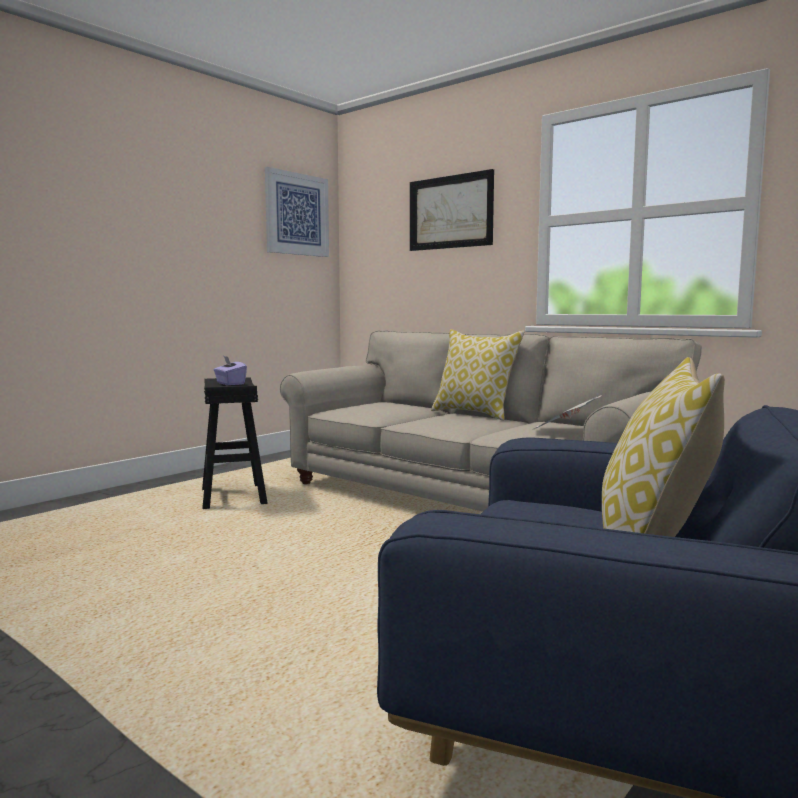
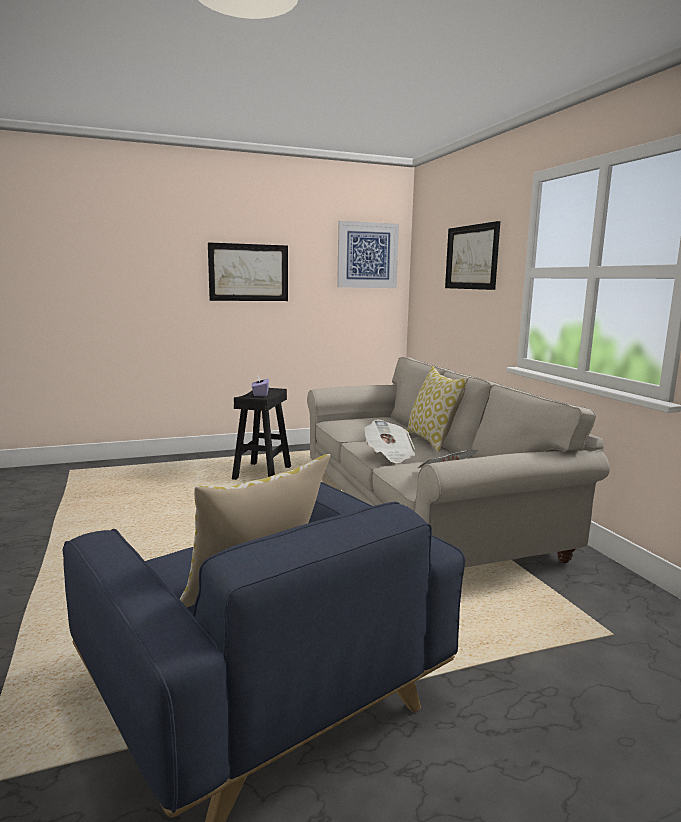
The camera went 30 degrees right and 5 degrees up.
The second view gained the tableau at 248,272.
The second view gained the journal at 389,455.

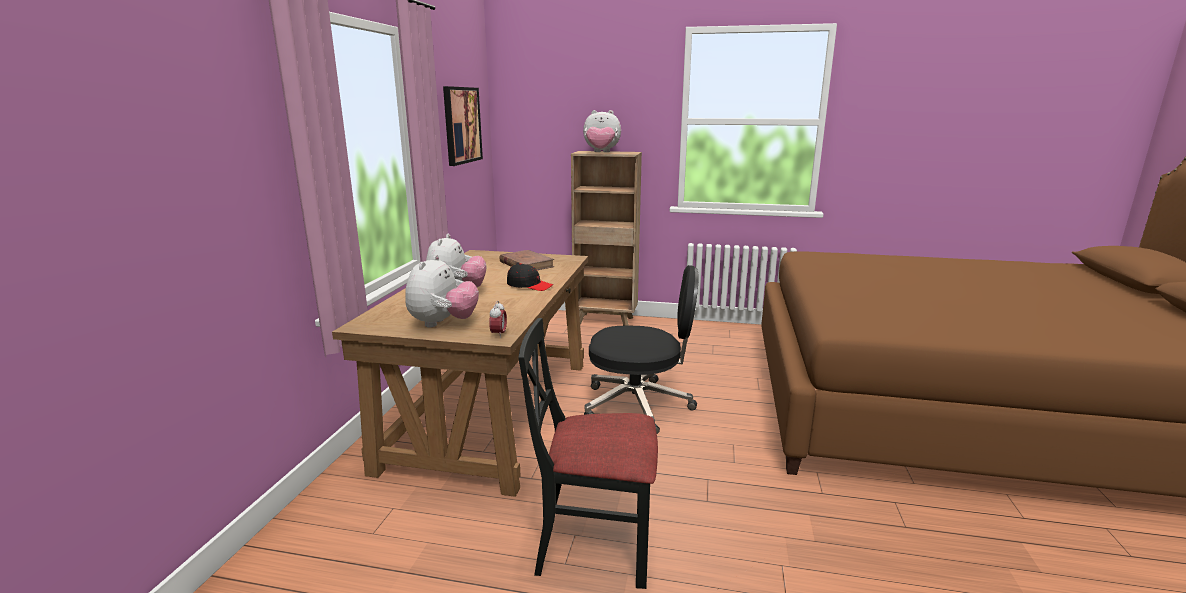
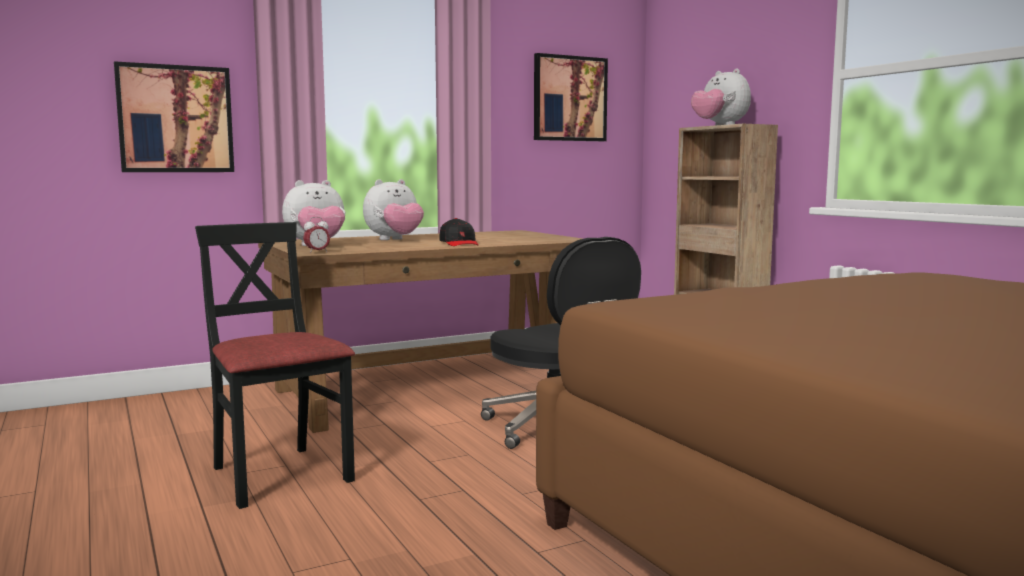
The camera went 50 degrees right and 10 degrees down.
The second view lost the livre (marron) at 526,264.
The second view gained the tableau at 175,119.

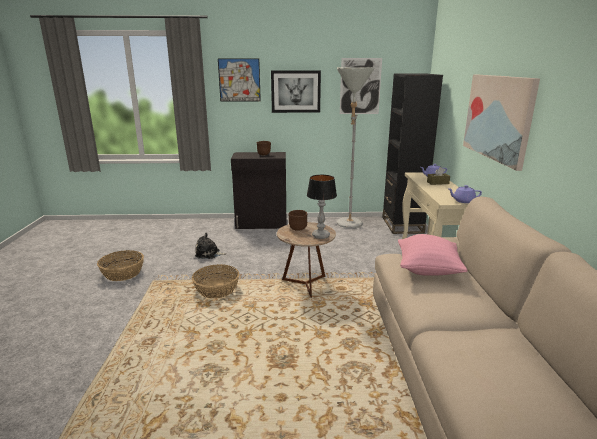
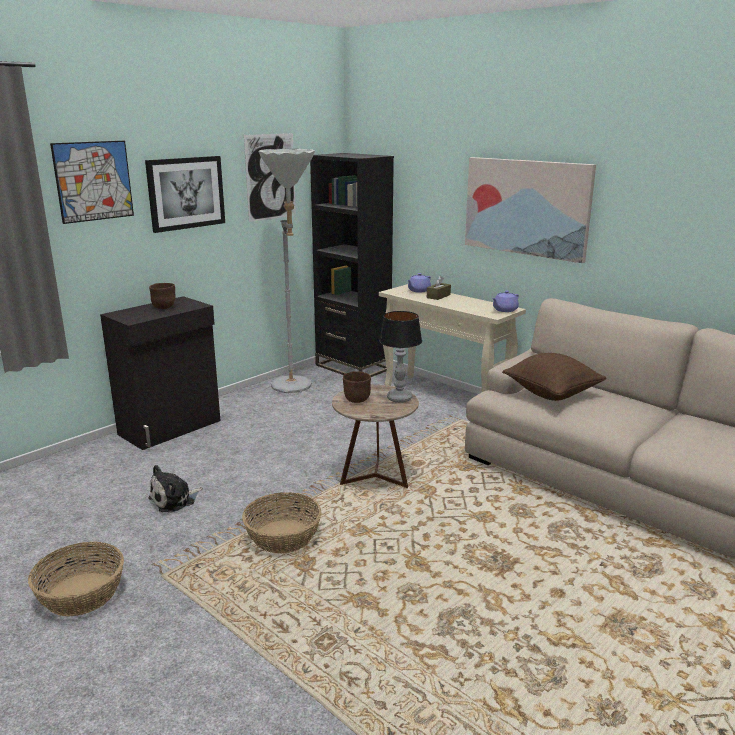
The camera went 45 degrees left and 0 degrees up.
What was the coussin (rose) at 427,270 turned into the coussin (marron) at 551,394.

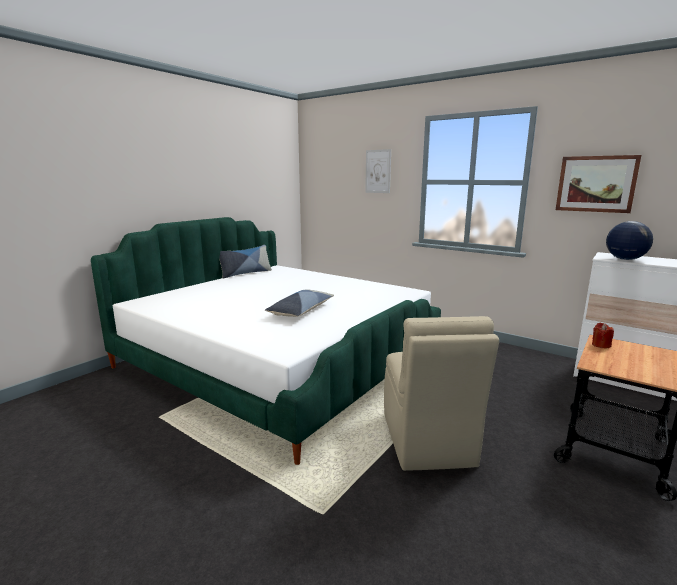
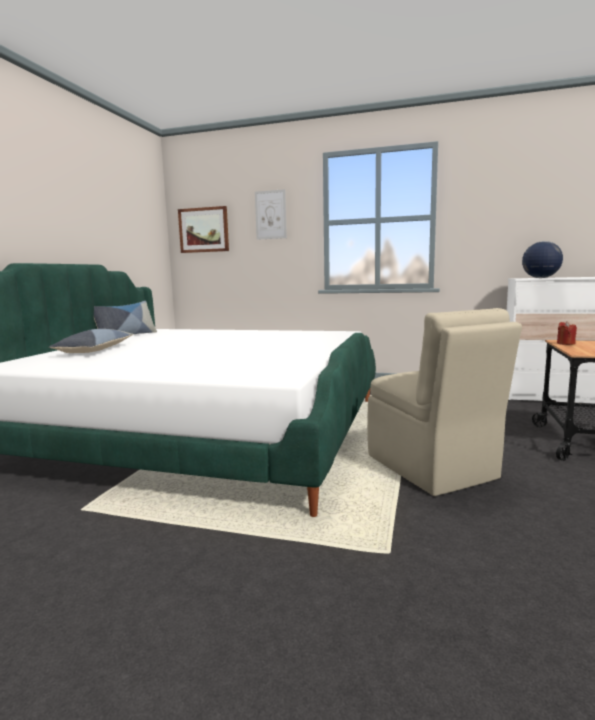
The camera went 20 degrees left and 5 degrees down.
The coussin ended up elsewhere, having gone from 301,310 to 95,350.
The tableau ended up elsewhere, having gone from 596,184 to 204,230.

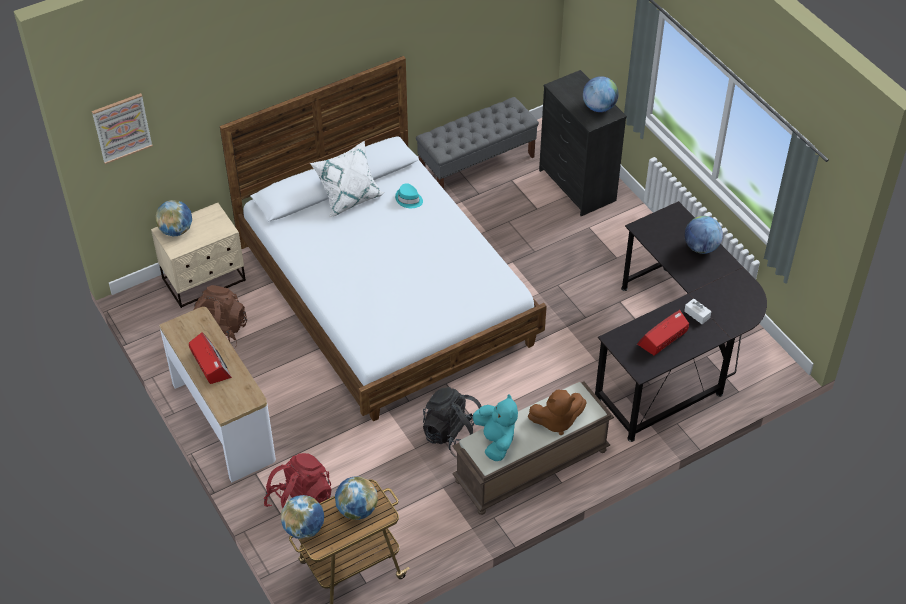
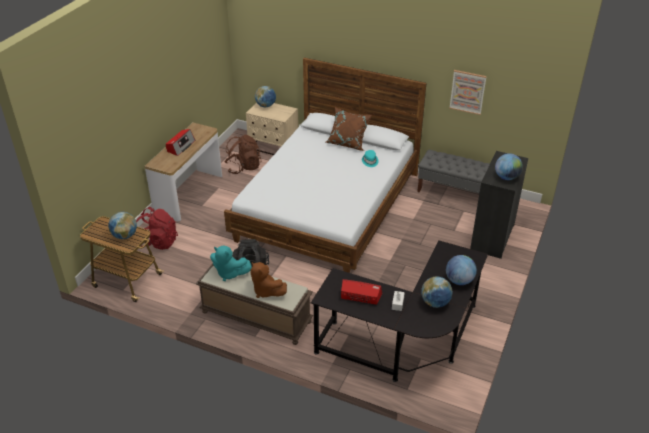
The camera went 55 degrees right and 10 degrees down.
The tableau ended up elsewhere, having gone from 122,128 to 467,92.
The globe ended up elsewhere, having gone from 304,528 to 435,303.
What was the coussin (blanc) at 349,197 turned into the coussin (marron) at 348,143.
The peluche (turquoise) at 496,441 ended up facing another way, 75 degrees clockwise from before.

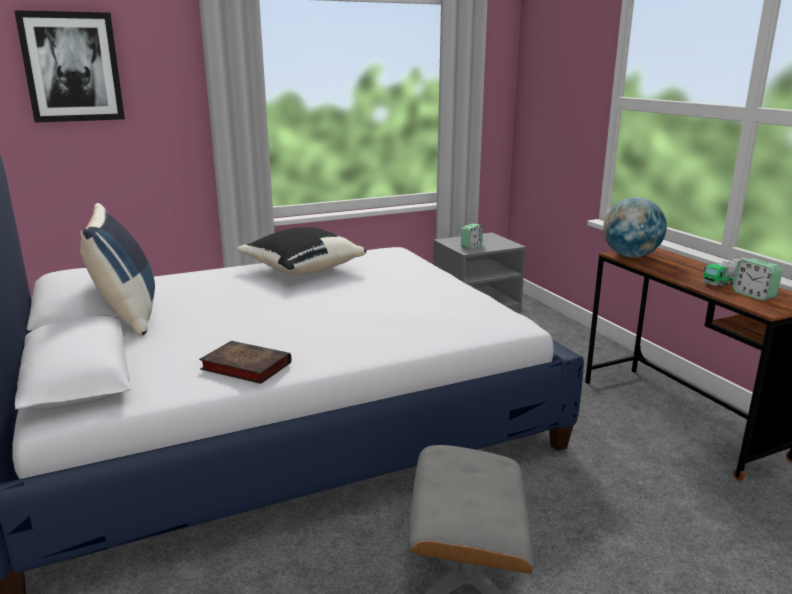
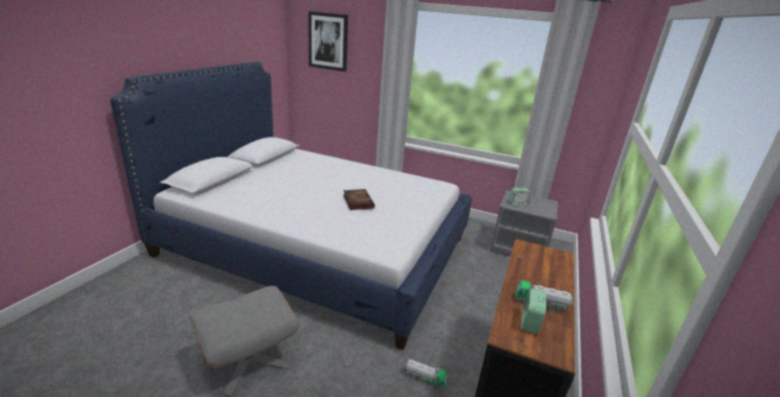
The camera went 45 degrees right and 5 degrees up.
The second view lost the coussin (bleu) at 127,316.
The livre ended up elsewhere, having gone from 243,366 to 357,201.
The second view lost the coussin (noir) at 301,269.
The second view lost the globe at 630,256.
The second view gained the camion jouet at 425,379.

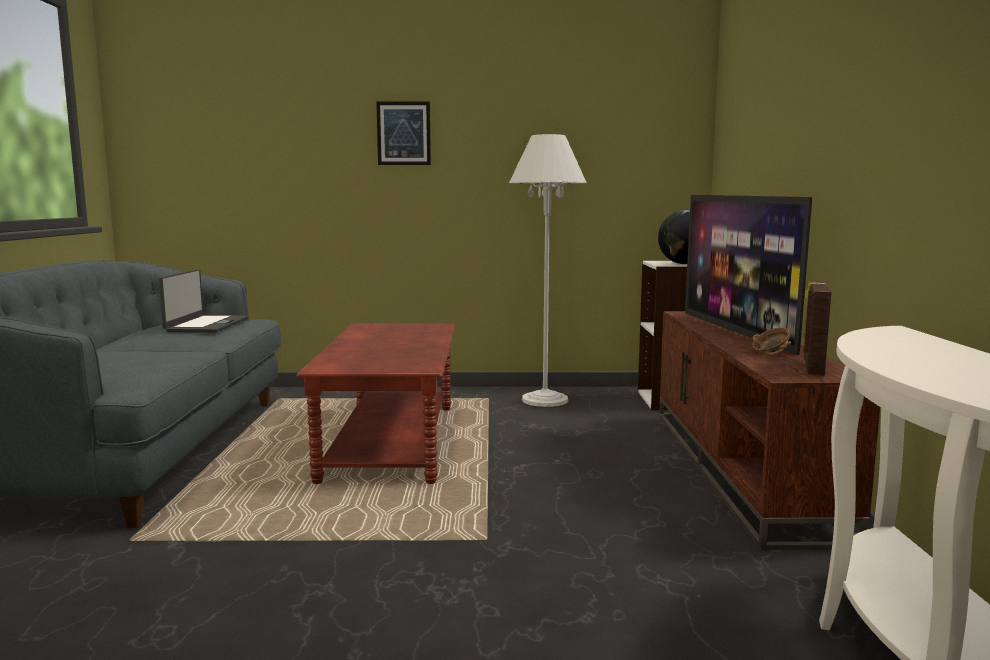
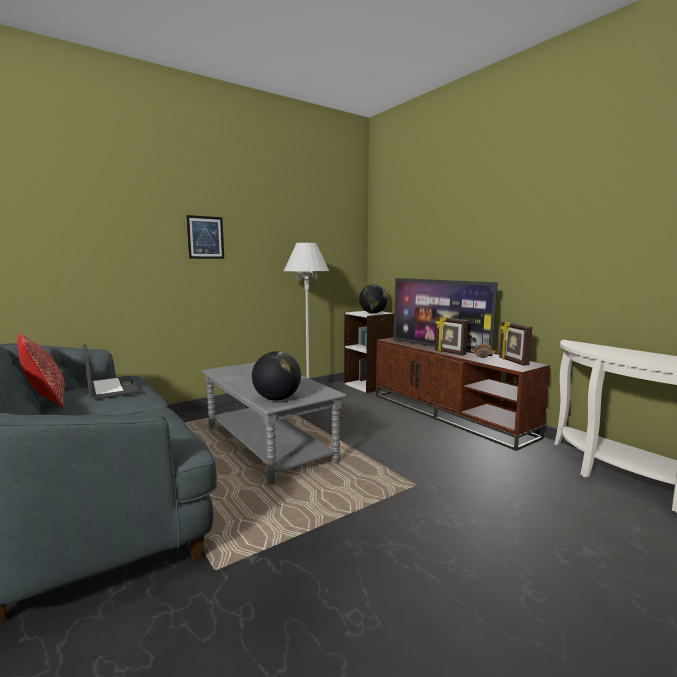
The camera went 35 degrees left and 0 degrees up.
What was the table basse (marron) at 391,441 turned into the table basse (gris) at 268,443.
The second view gained the coussin at 46,401.
The second view gained the globe at 277,399.
The second view gained the cadre photo at 449,352.

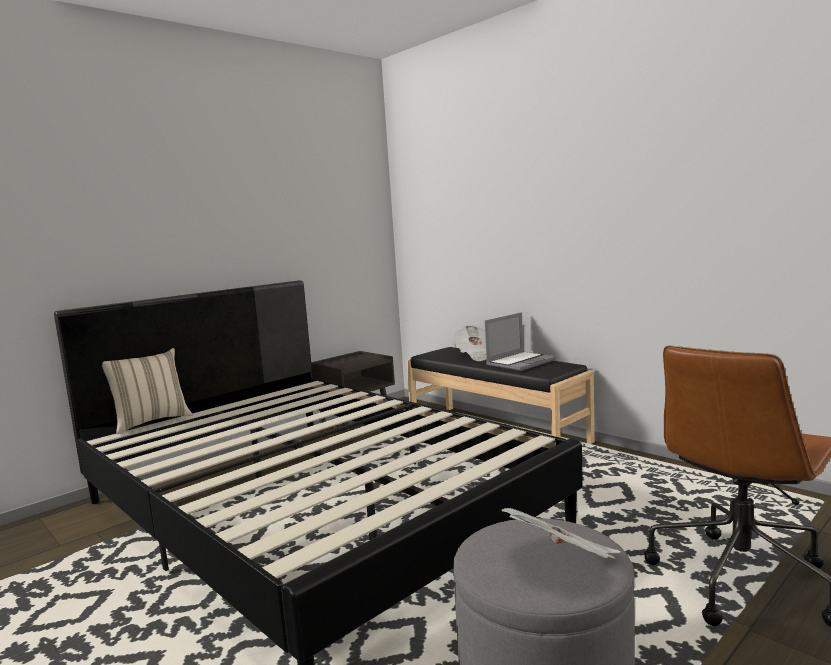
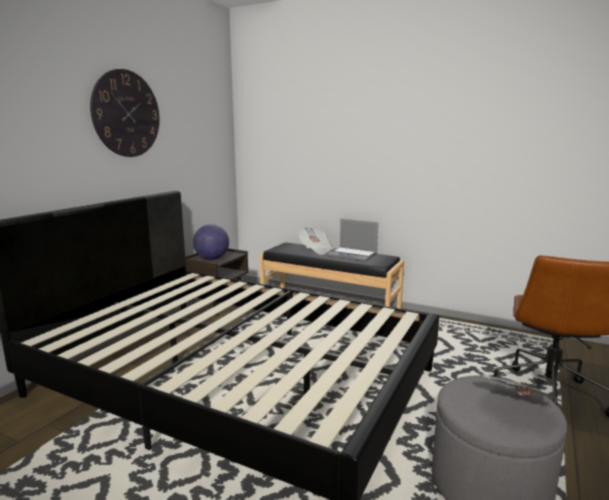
The camera went 20 degrees left and 5 degrees up.
The second view lost the coussin (beige) at 151,422.
The ordinateur portable at 520,362 ended up facing another way, 90 degrees clockwise from before.
The second view gained the horloge murale at 126,114.
The second view gained the globe at 212,259.

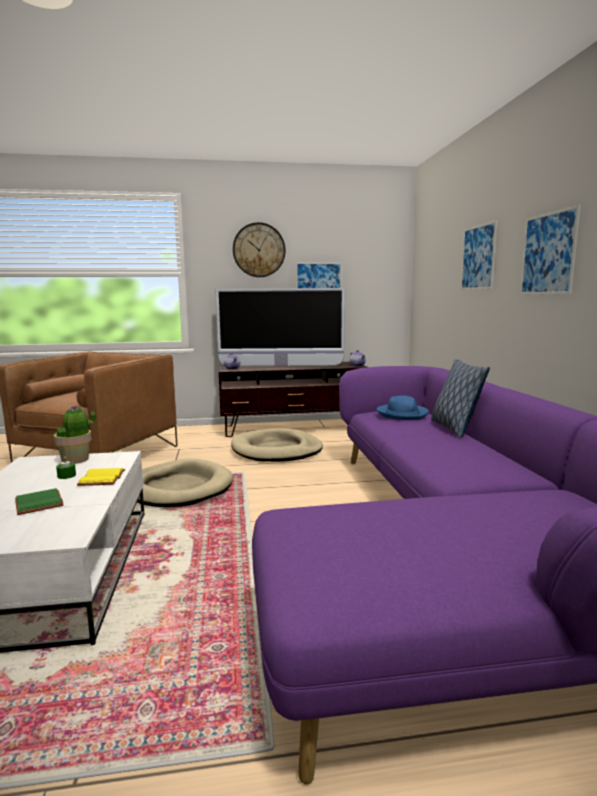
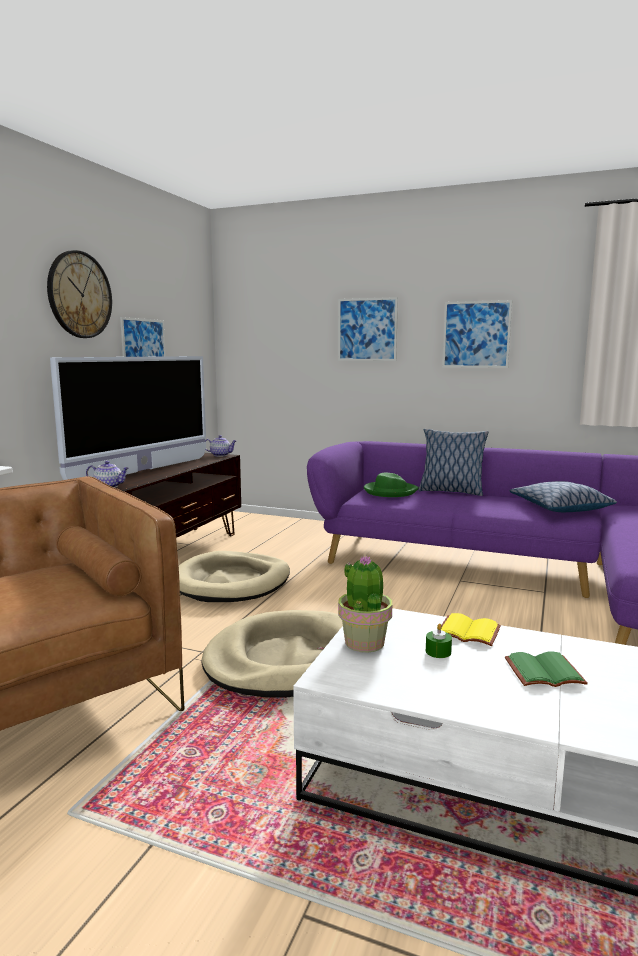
The camera went 60 degrees left and 0 degrees up.
What was the chapeau (bleu) at 402,414 turned into the chapeau (vert) at 390,491.
The second view gained the coussin at 559,508.

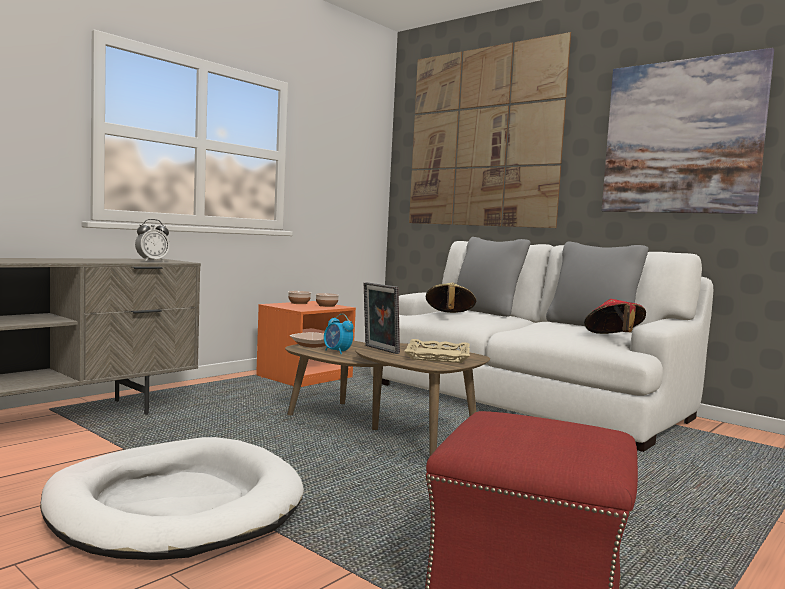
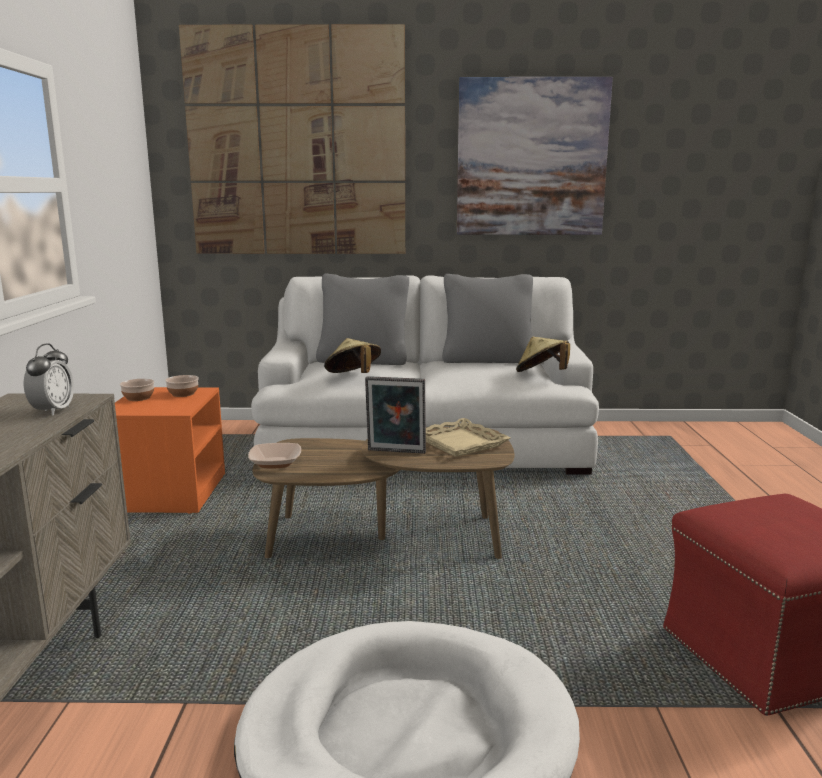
The camera went 40 degrees left and 10 degrees up.
The second view lost the réveil at 337,352.
What was the chapeau (rouge) at 613,337 turned into the chapeau (beige) at 541,374.

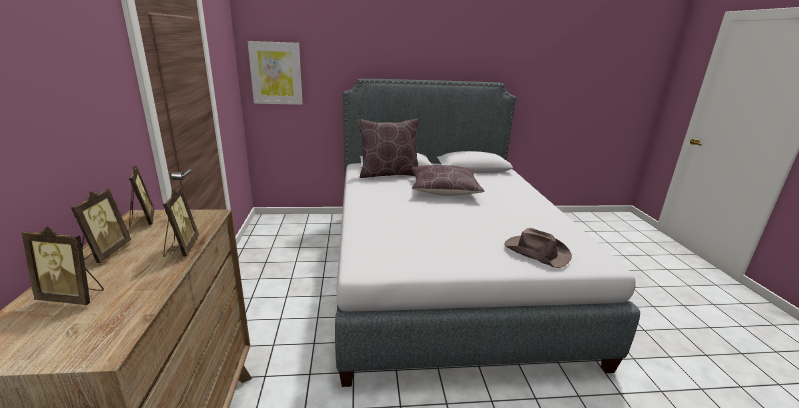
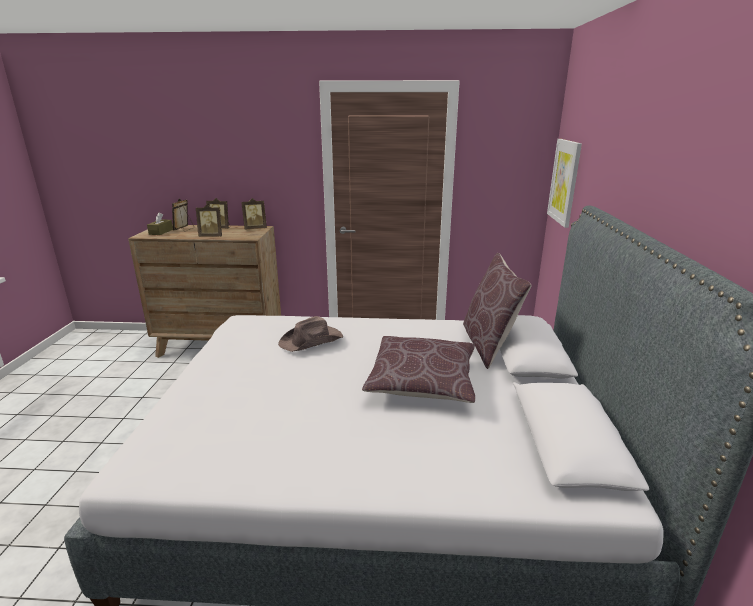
The camera went 100 degrees right and 0 degrees up.
The chapeau (marron) ended up elsewhere, having gone from 536,252 to 312,341.
The second view gained the boîte à mouchoirs (marron) at 161,232.

